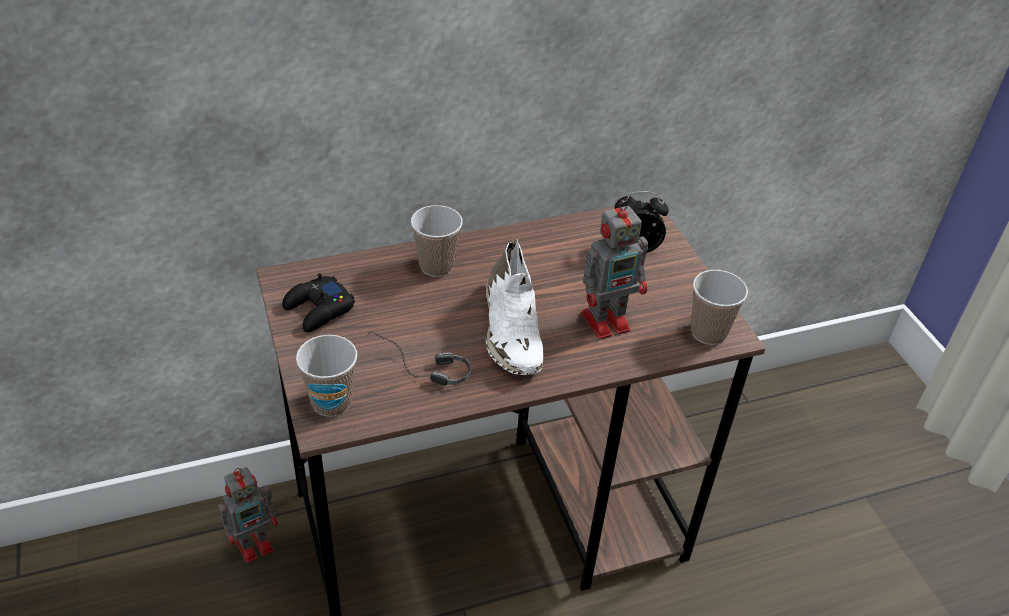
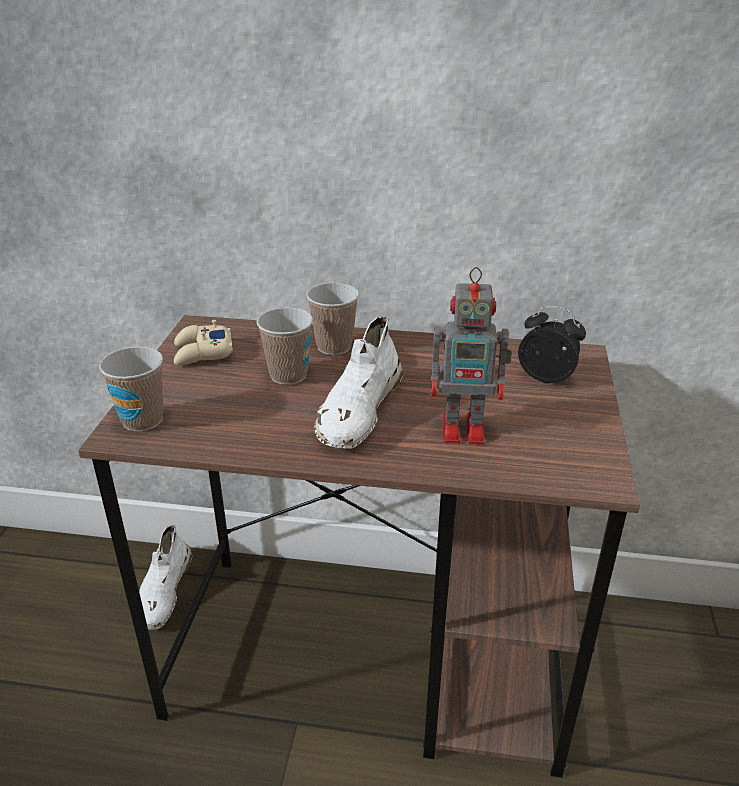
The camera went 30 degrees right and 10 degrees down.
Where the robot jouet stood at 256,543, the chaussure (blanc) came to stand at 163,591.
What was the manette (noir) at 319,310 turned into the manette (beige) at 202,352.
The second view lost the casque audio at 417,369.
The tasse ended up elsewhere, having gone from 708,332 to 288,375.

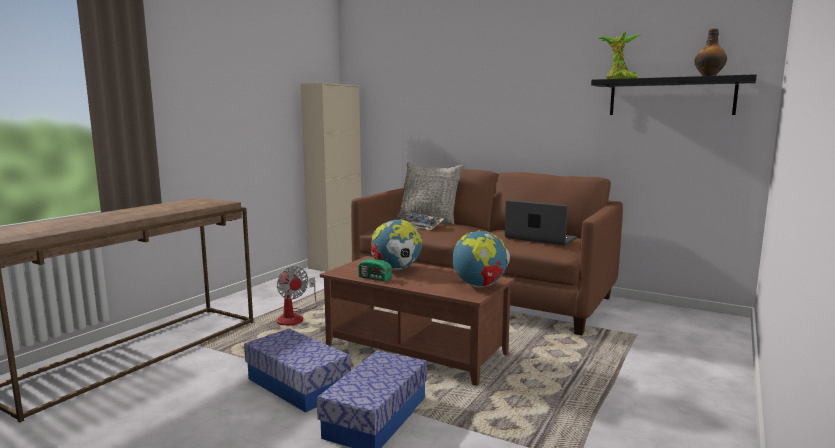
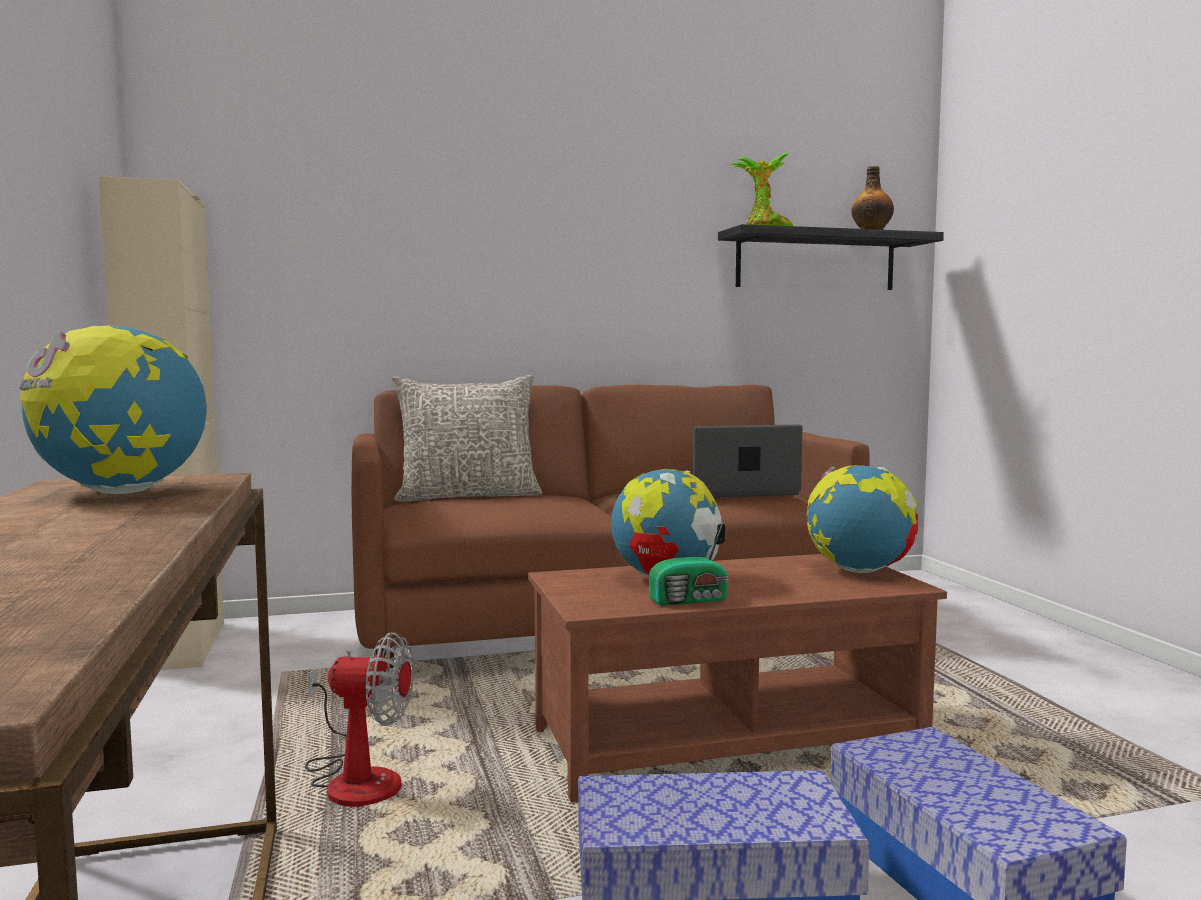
The camera went 45 degrees left and 5 degrees down.
The second view lost the clavier at 421,225.
The second view gained the globe at 121,492.

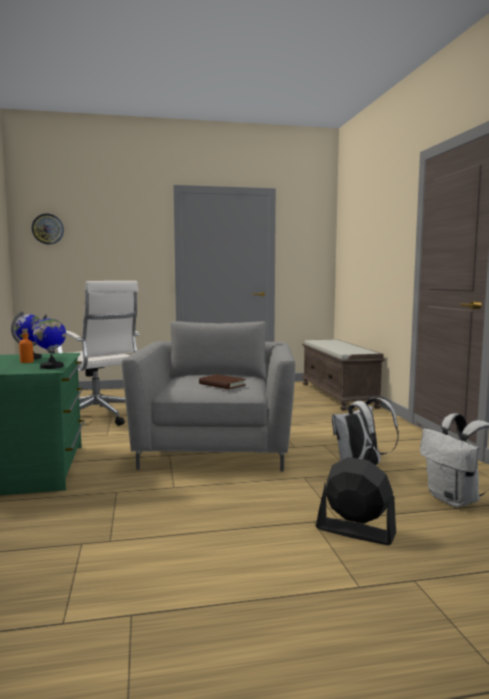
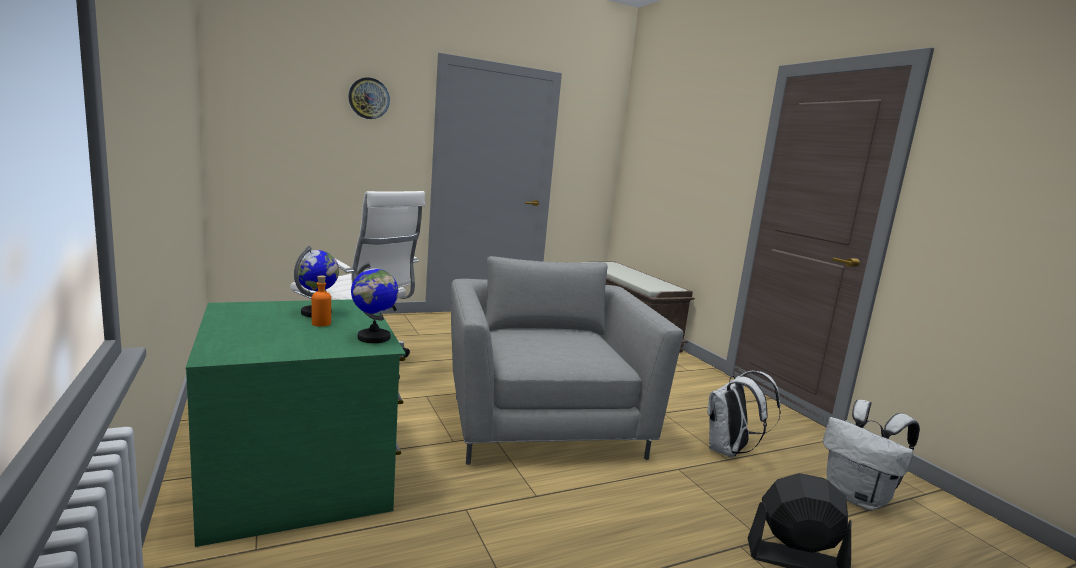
The camera went 15 degrees left and 5 degrees up.
The horloge murale ended up elsewhere, having gone from 48,229 to 369,98.
The second view lost the livre (marron) at 222,384.

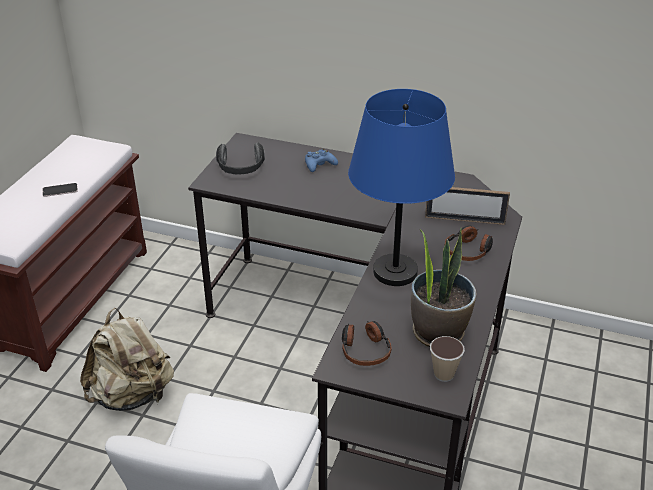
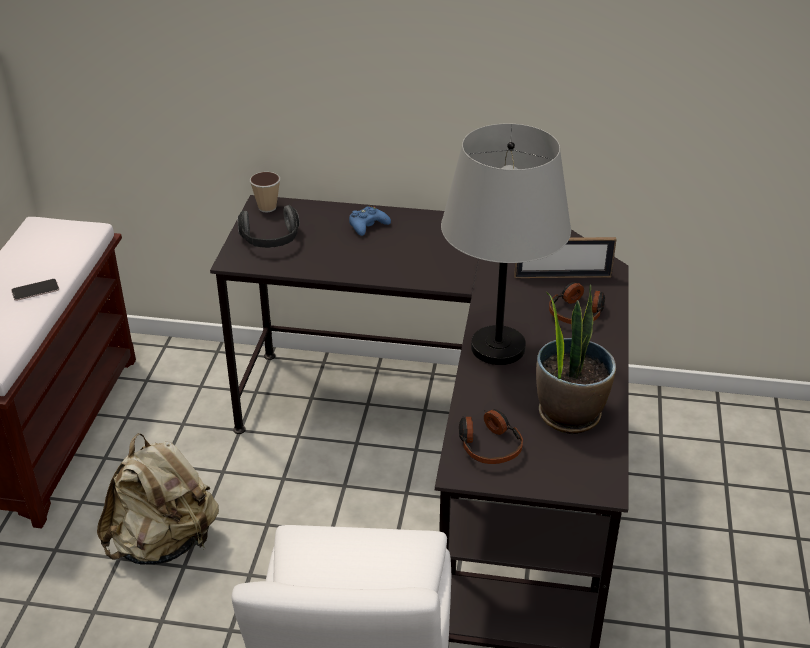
The camera went 10 degrees left and 0 degrees up.
What was the lampe de table (bleu) at 395,272 turned into the lampe de table (gris) at 498,348.
The tasse ended up elsewhere, having gone from 444,374 to 267,207.

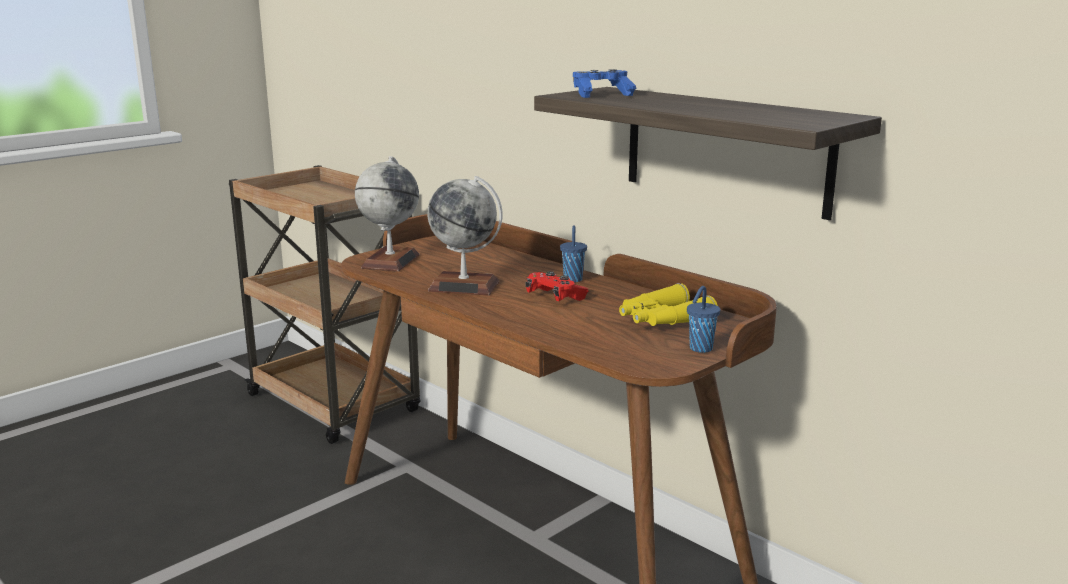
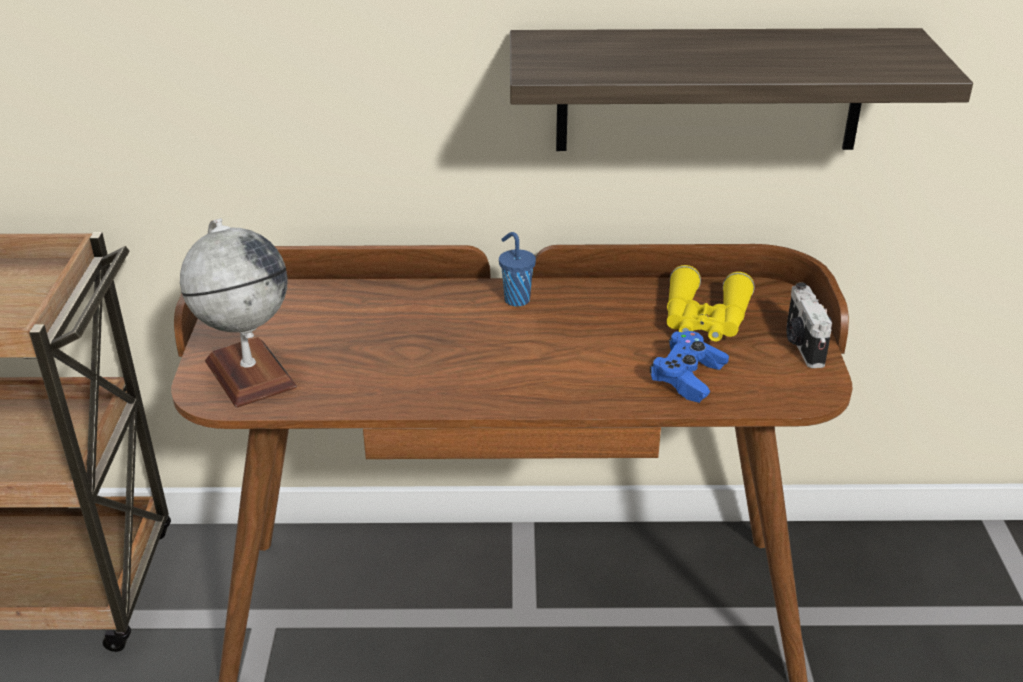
The camera went 45 degrees left and 15 degrees up.
The second view lost the globe at 464,286.
The second view lost the manette (rouge) at 555,297.
The manette (bleu) ended up elsewhere, having gone from 602,95 to 687,378.
Where the tasse (bleu) stood at 700,349, the appareil photo came to stand at 802,345.

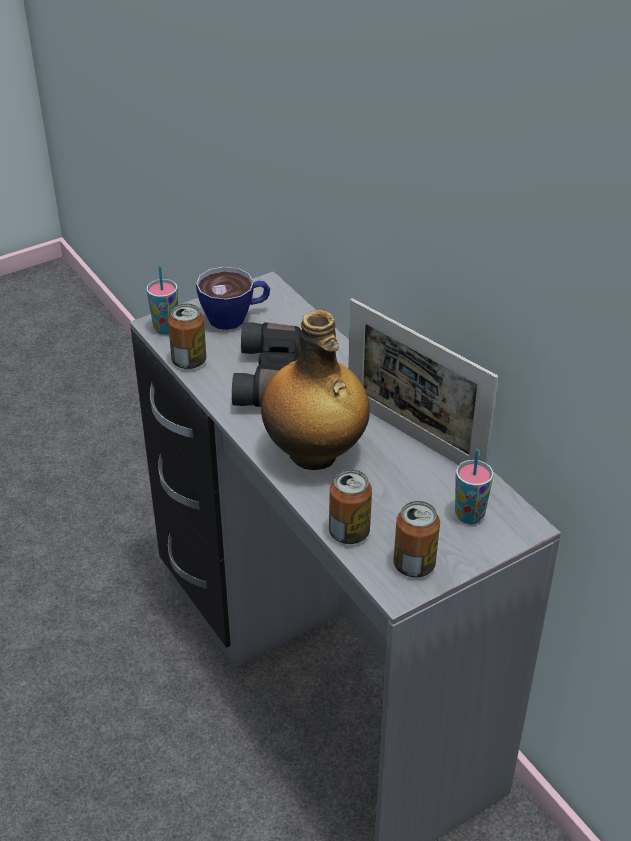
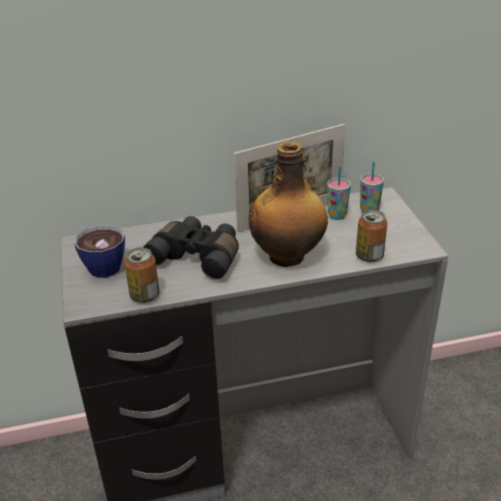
The camera went 70 degrees left and 5 degrees down.
The tasse ended up elsewhere, having gone from 166,328 to 337,216.
The second view lost the boîte métallique at 414,565.

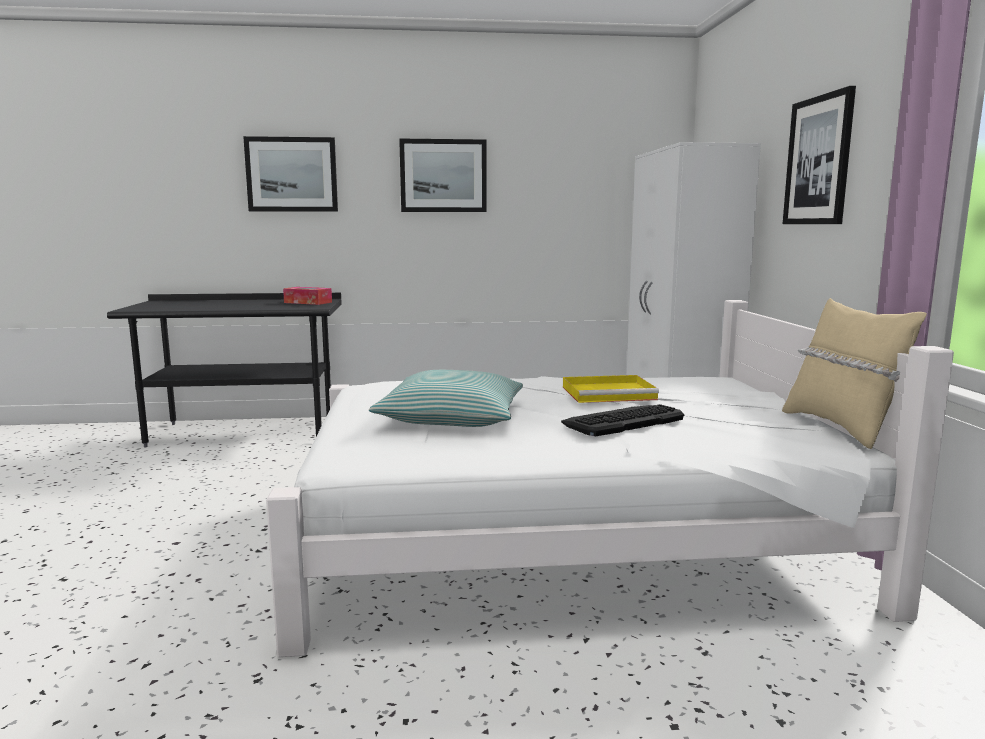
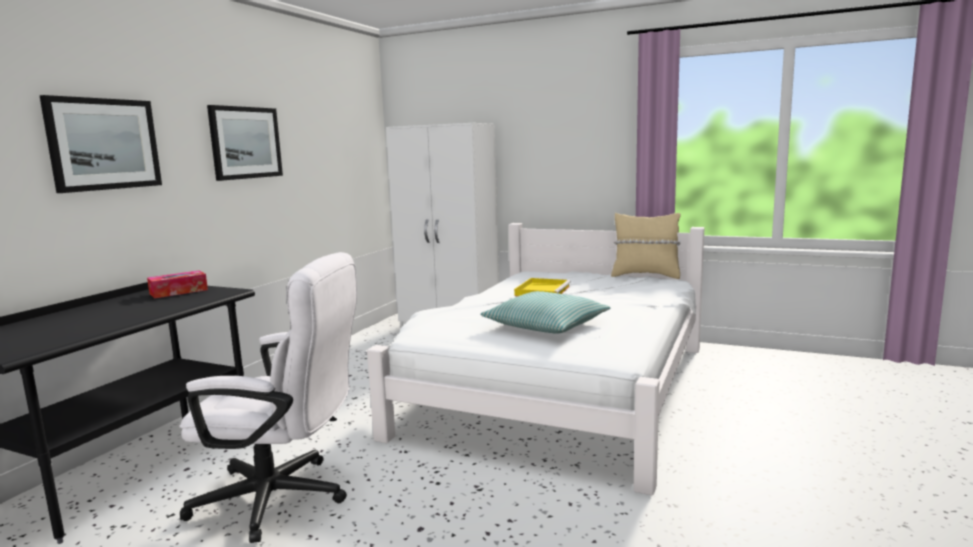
The camera went 60 degrees left and 0 degrees up.
The second view lost the clavier at 622,421.
The second view lost the tableau at 818,161.
The second view gained the chaise de bureau (blanc) at 284,498.

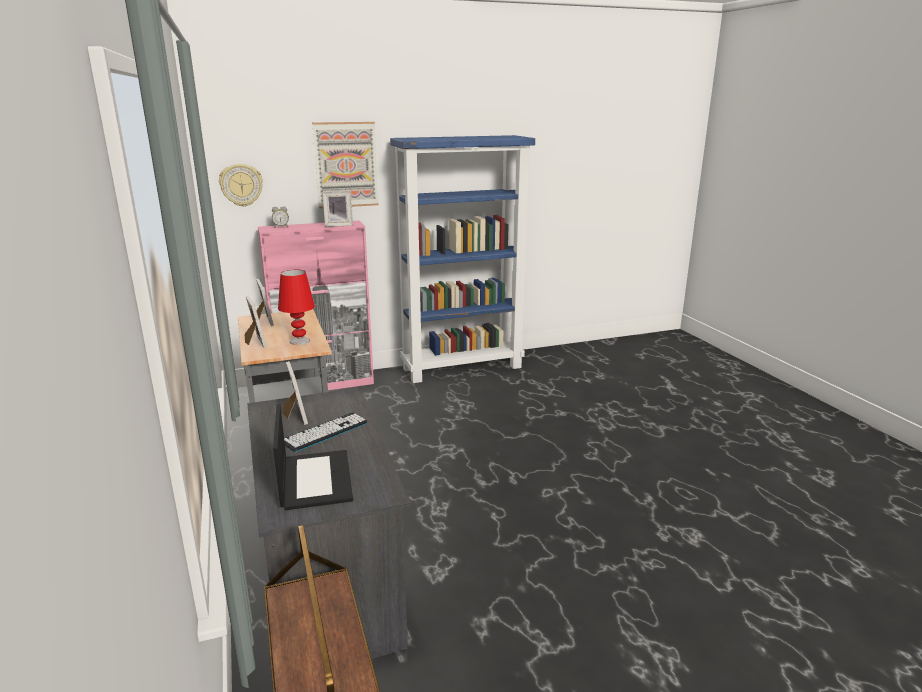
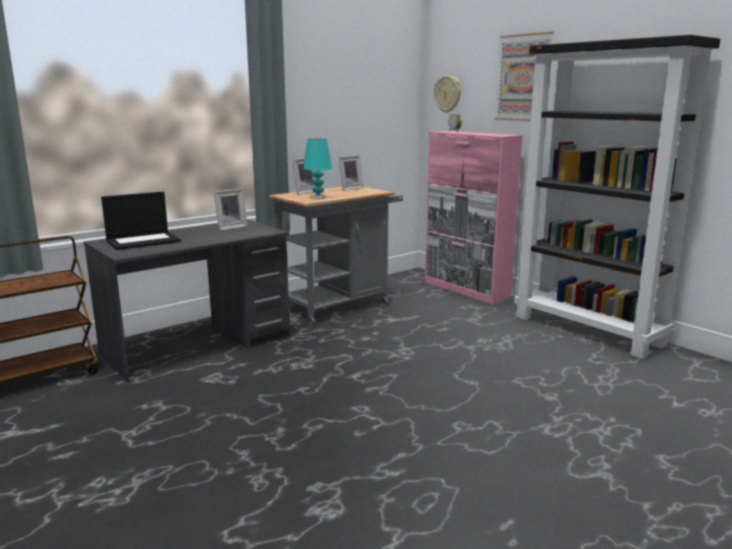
The camera went 70 degrees right and 5 degrees down.
What was the lampe de table (rouge) at 299,341 turned into the lampe de table (turquoise) at 318,197.
The second view lost the clavier at 325,432.
The second view lost the cadre photo at 338,225.
What was the bibliothèque (bleu) at 463,367 turned into the bibliothèque (noir) at 588,331.

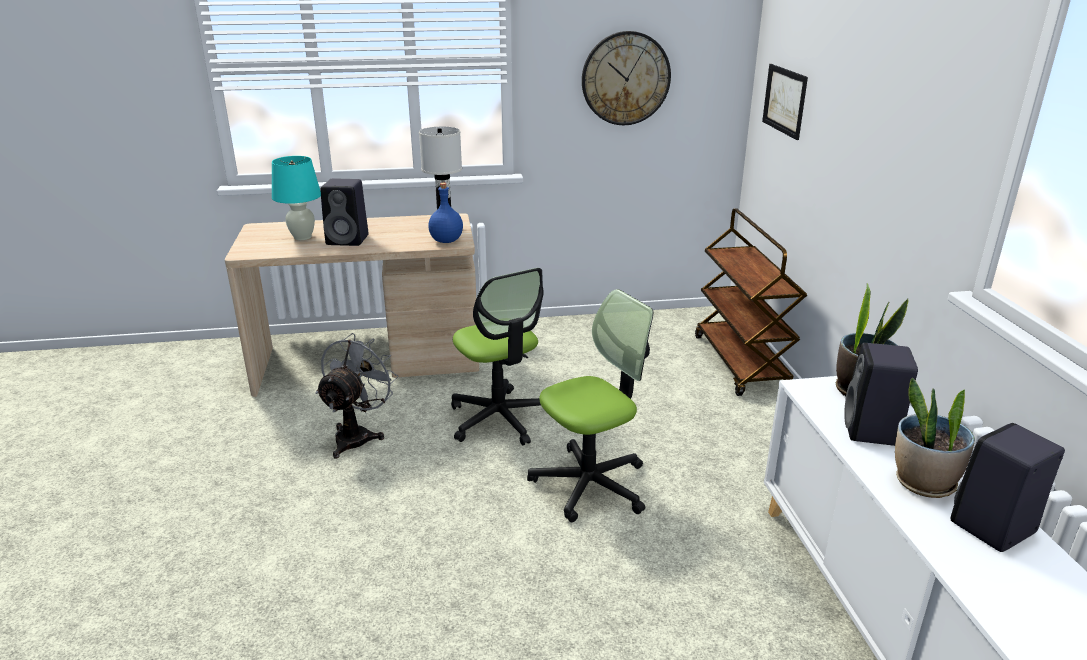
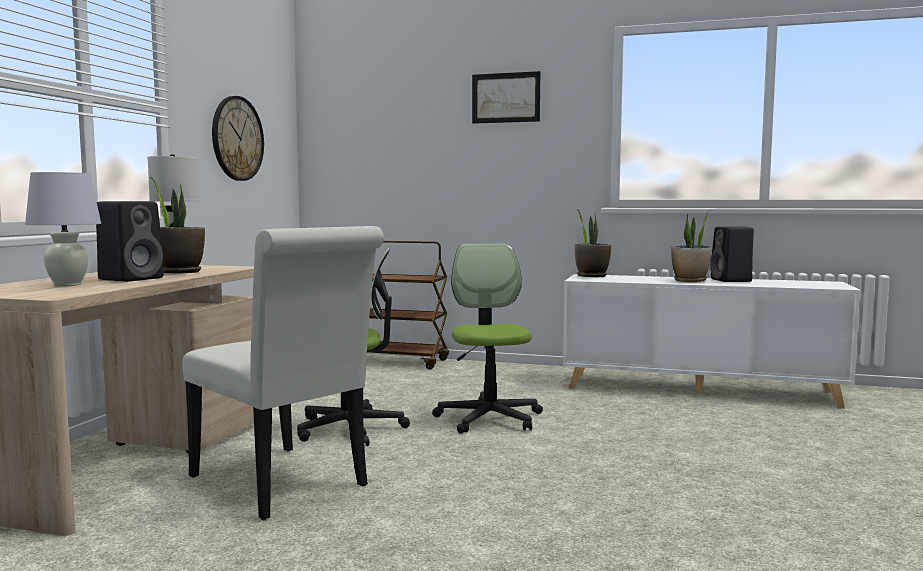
The camera went 65 degrees left and 20 degrees down.
What was the lampe de table (turquoise) at 302,237 turned into the lampe de table (blanc) at 67,285.
Where the ventilateur (gris) stood at 358,435, the chaise (blanc) came to stand at 284,484.
The second view lost the bouteille (bleu) at 446,241.
The tableau ended up elsewhere, having gone from 784,100 to 506,98.
The second view lost the enceinte (noir) at 872,431.
The second view gained the plante en pot at 179,272.

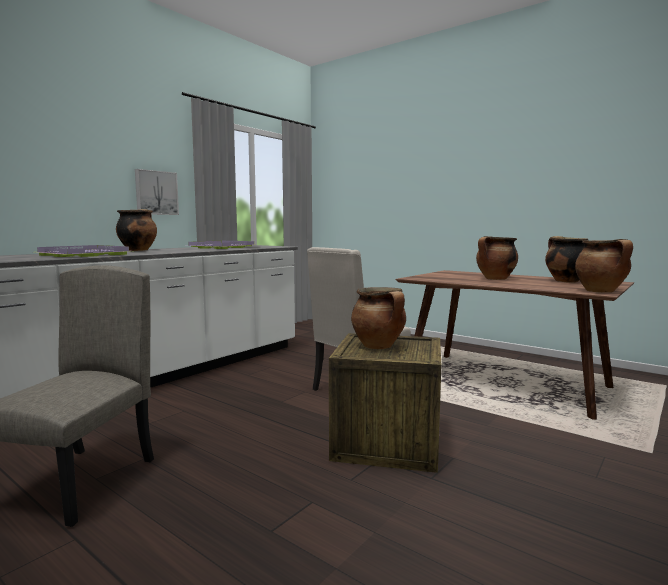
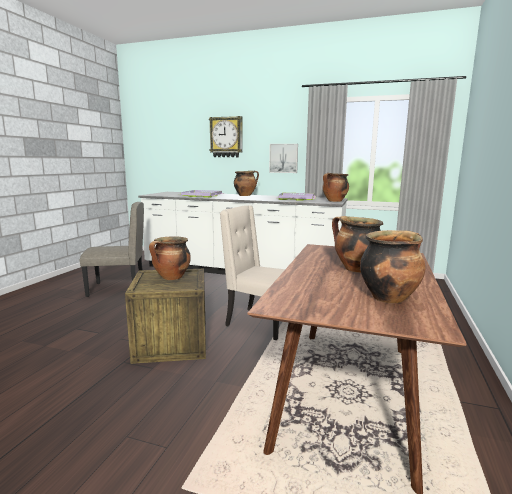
The camera went 70 degrees right and 5 degrees up.
The marmite ended up elsewhere, having gone from 601,291 to 334,201.
The second view gained the horloge murale at 226,137.

